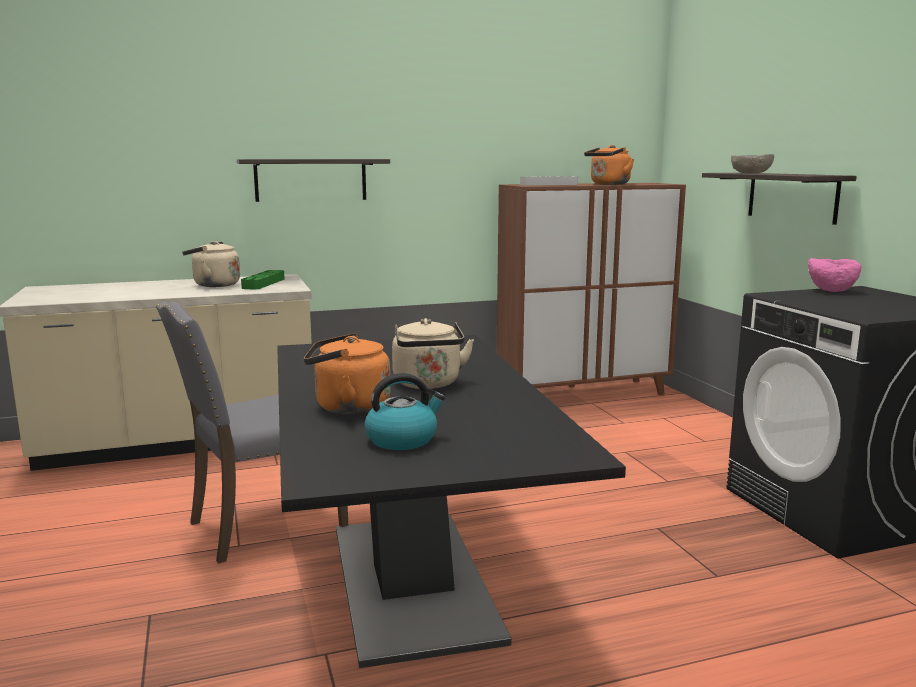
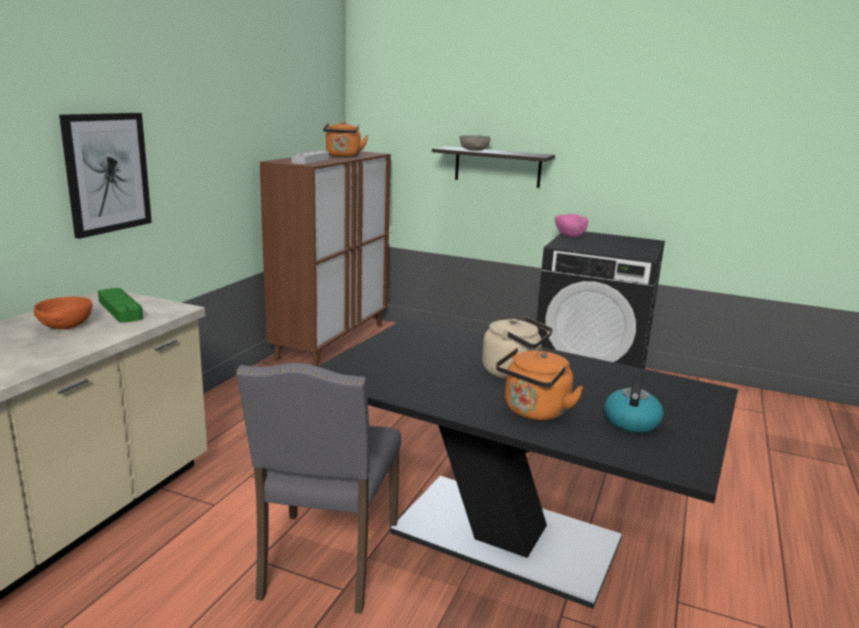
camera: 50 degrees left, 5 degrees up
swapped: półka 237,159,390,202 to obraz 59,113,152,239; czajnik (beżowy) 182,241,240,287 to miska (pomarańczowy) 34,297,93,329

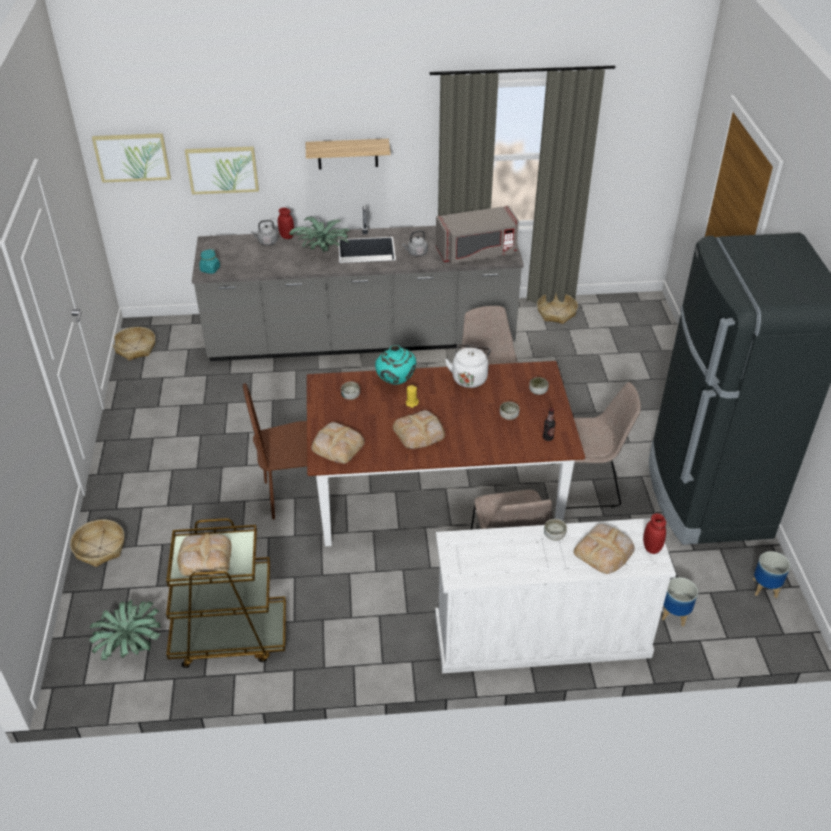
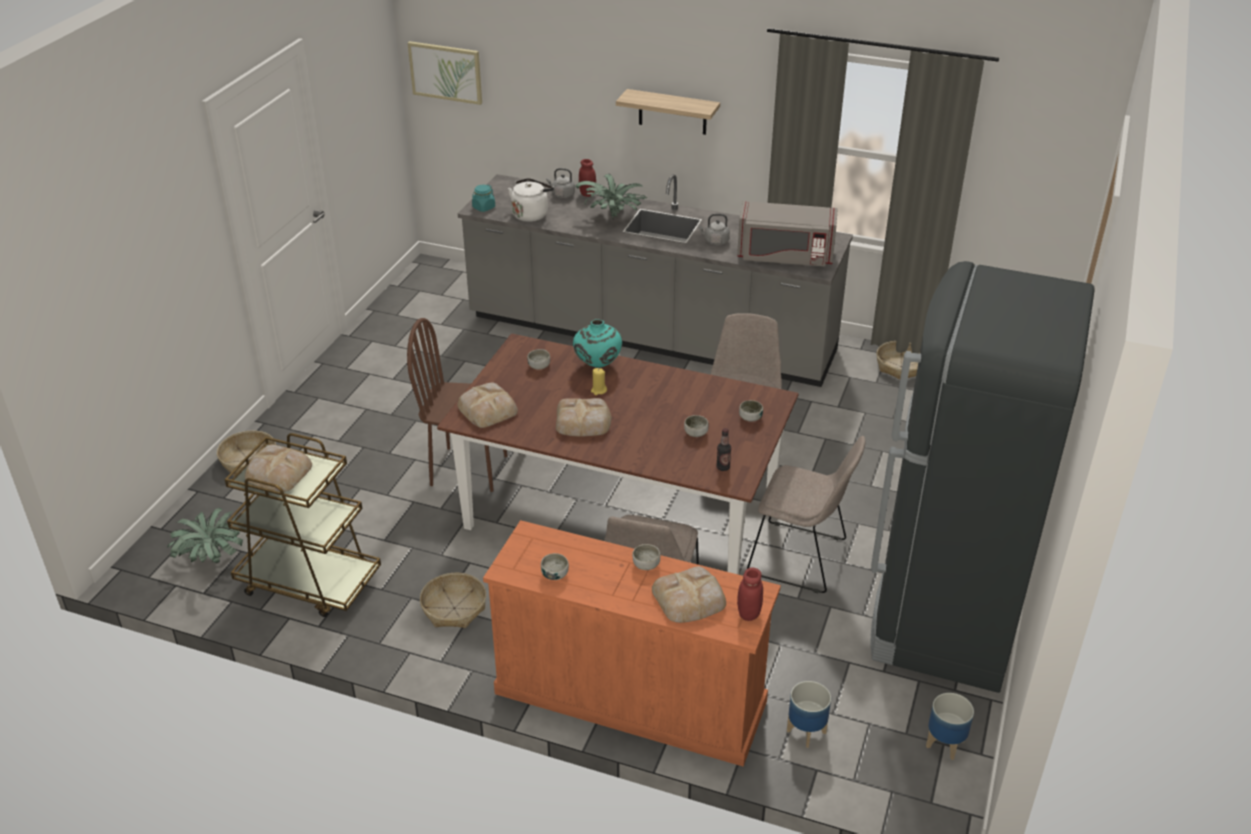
camera: 25 degrees right, 5 degrees down
gone: obraz 185,146,259,195
new: miska 541,553,569,580
shifted: koszyk 113,327,155,361 to 420,573,486,628; czajnik (biały) 445,344,490,388 to 508,178,554,222
repainted: komoda (biały) 435,518,676,673 to komoda (pomarańczowy) 483,520,781,767

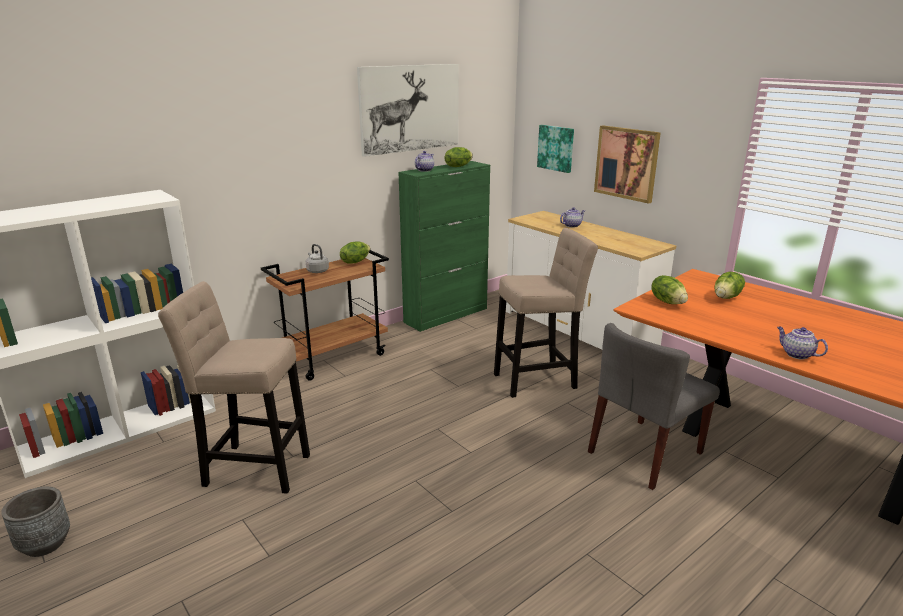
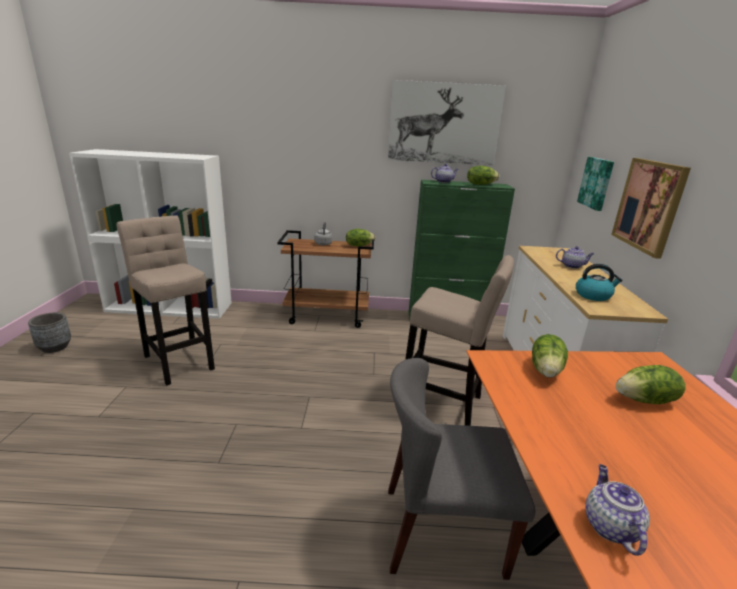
camera: 40 degrees right, 0 degrees up
new: czajnik 576,264,623,301

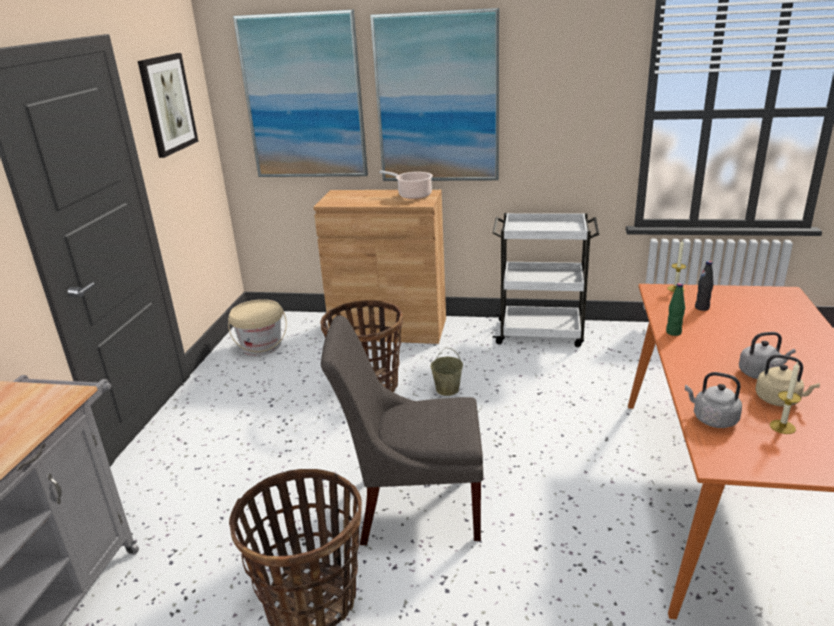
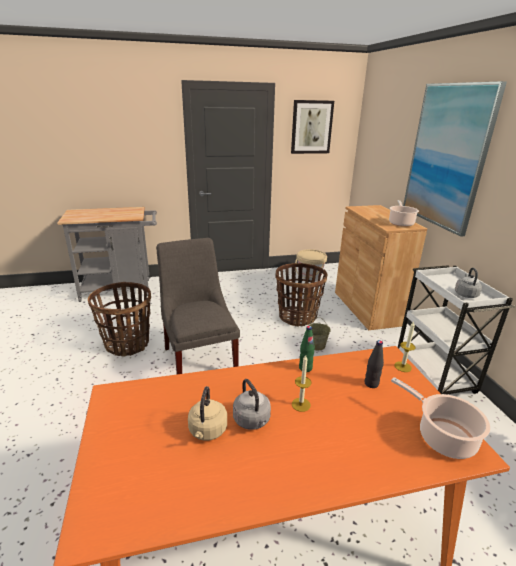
camera: 65 degrees right, 0 degrees up
gone: obraz 233,10,368,177
new: garnek 391,377,490,459
shifted: świeca 770,362,801,434 to 292,355,312,412; czajnik (szary) 685,372,742,428 to 455,268,482,298

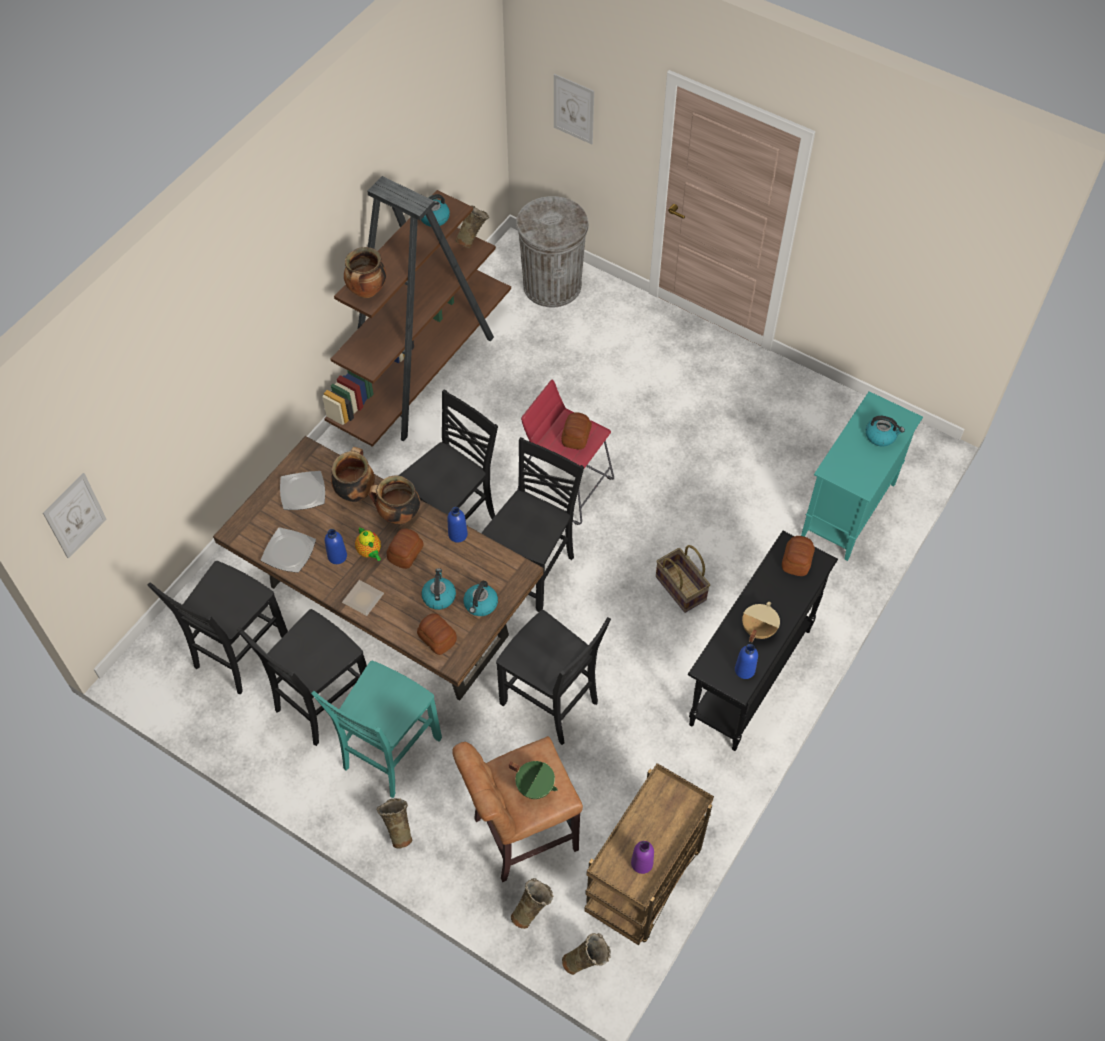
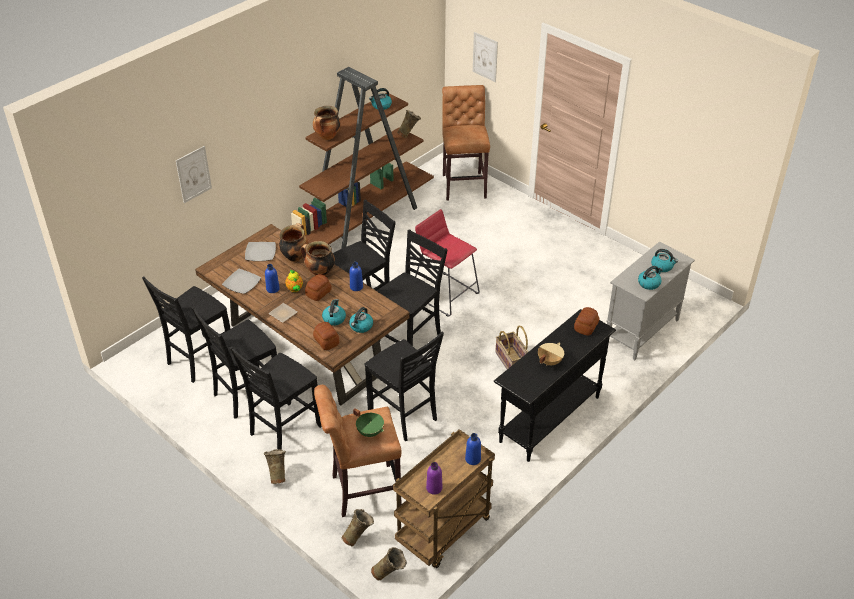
camera: 10 degrees right, 15 degrees down
gone: chleb 561,412,592,450
new: czajnik 638,266,663,290
shifted: obraz 43,473,107,559 to 176,146,212,203; butelka (niebieski) 735,644,758,679 to 465,433,481,465
swapped: kosz na śmieci (szary) 516,196,589,307 to stołek (brązowy) 442,85,490,201
repainted: szafka (turkusowy) 801,391,923,561 to szafka (szary) 607,242,695,360; krzesło (turkusowy) 311,661,442,798 to krzesło (czarny) 230,346,322,450

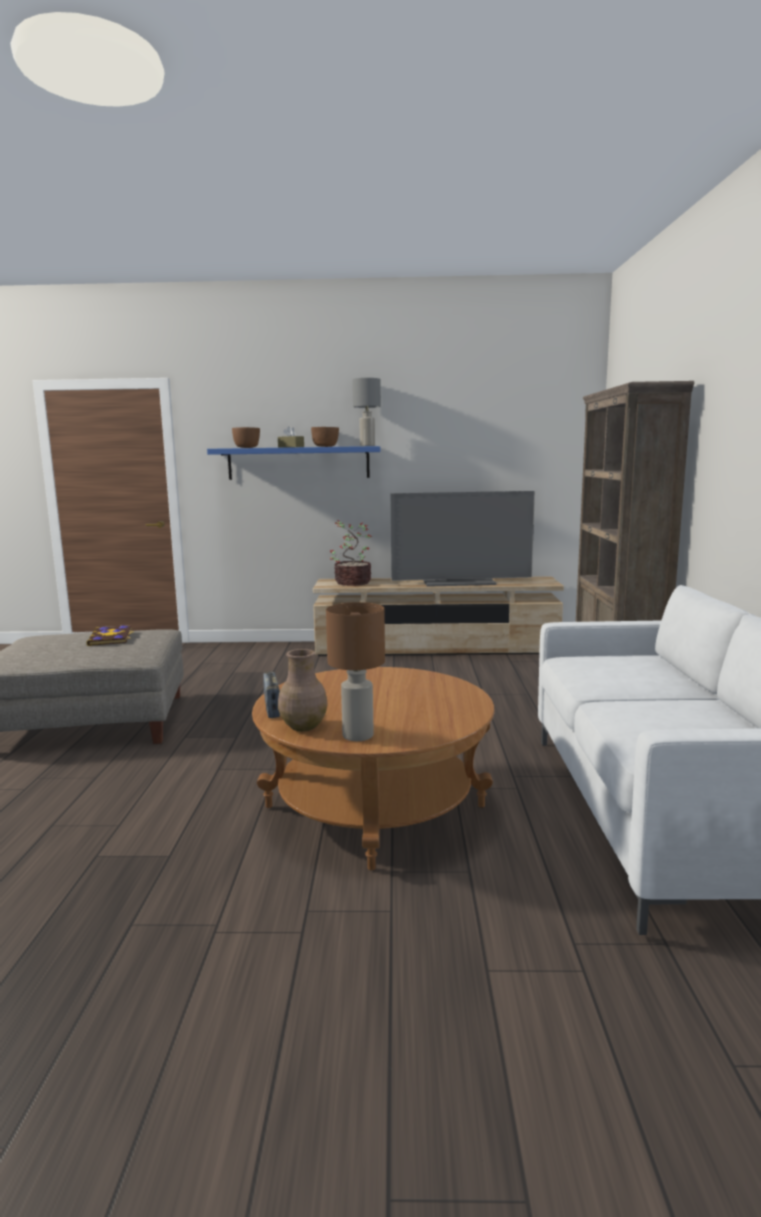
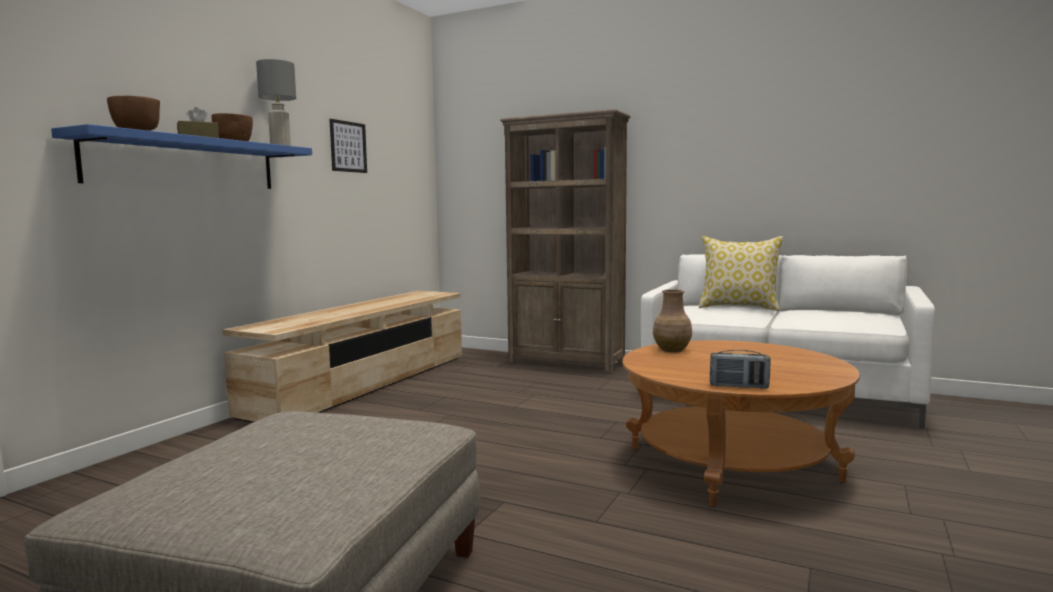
camera: 65 degrees left, 5 degrees down
gone: telewizor 390,491,535,587; roślina doniczkowa 330,520,372,586; lampa stołowa (brązowy) 326,602,385,741; książka 86,625,133,646
new: obraz 329,119,367,173; poduszka 699,236,783,311
shifted: wazon (brązowy) 278,649,328,731 to 653,290,692,352

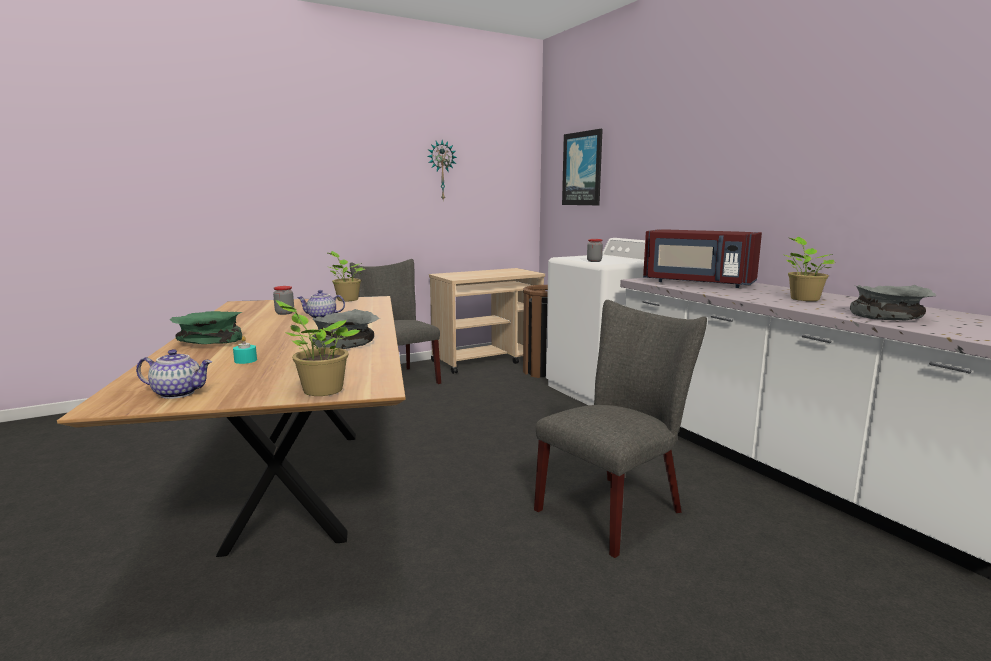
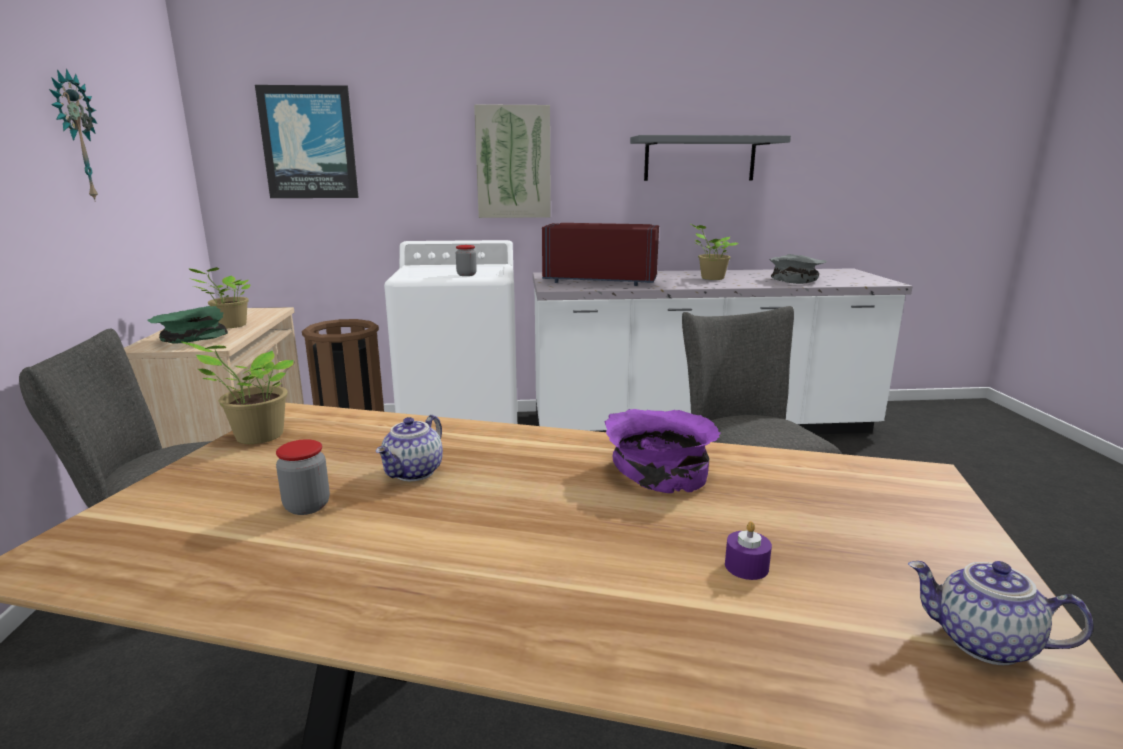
camera: 65 degrees left, 5 degrees up
new: obraz 474,104,551,218; półka (szary) 630,135,791,181
shifted: roślina doniczkowa 276,300,361,396 to 188,267,251,328; miska (zielony) 170,311,242,344 to 148,306,228,344
repainted: miska (szary) 312,309,381,349 to miska (fioletowy) 605,409,720,493; świeca (turkusowy) 233,336,257,364 to świeca (fioletowy) 725,521,772,580
rotated: mikrofalówka (czerwony) 643,229,762,288 = 542,223,659,286 135 degrees counterclockwise; imbryk 136,349,212,399 = 908,561,1093,665 90 degrees counterclockwise

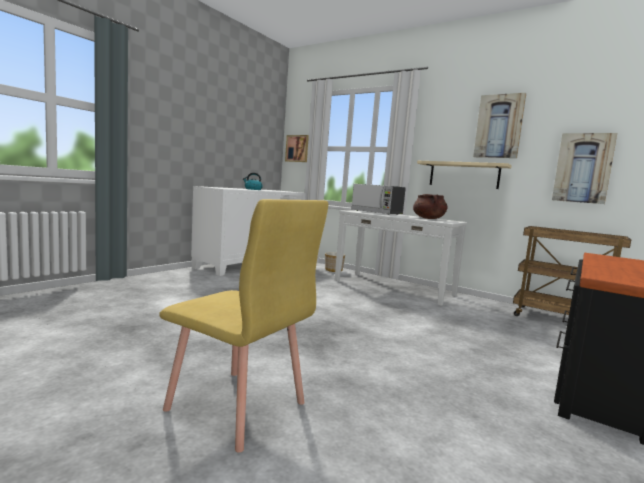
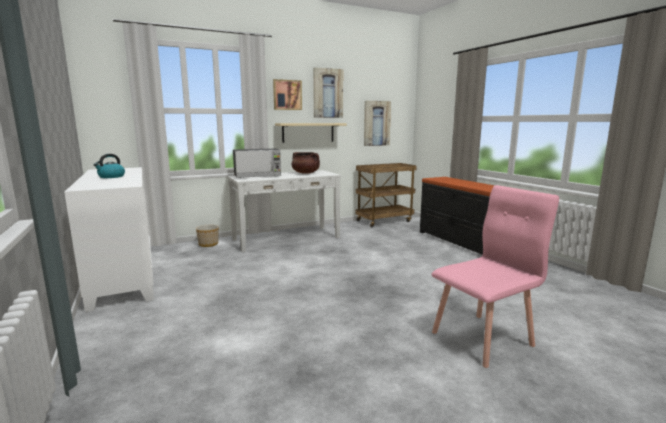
camera: 60 degrees left, 5 degrees up
shifted: obraz 285,135,309,162 to 273,79,302,110
repainted: krzesło (żółty) 159,199,328,453 to krzesło (różowy) 432,185,559,368

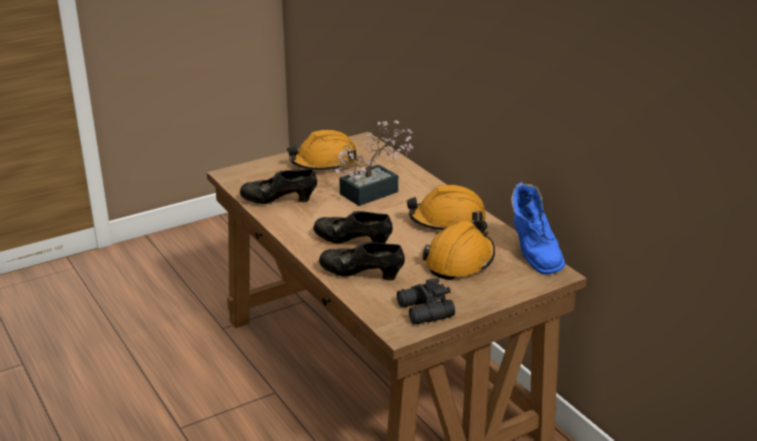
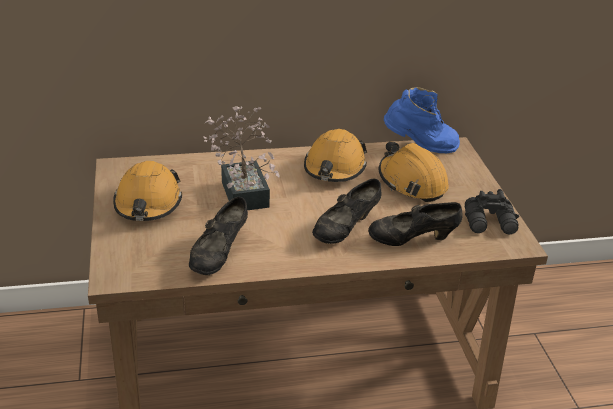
camera: 70 degrees left, 5 degrees up
rotated: but (czarny) 319,242,405,281 = 368,202,463,246 45 degrees clockwise

